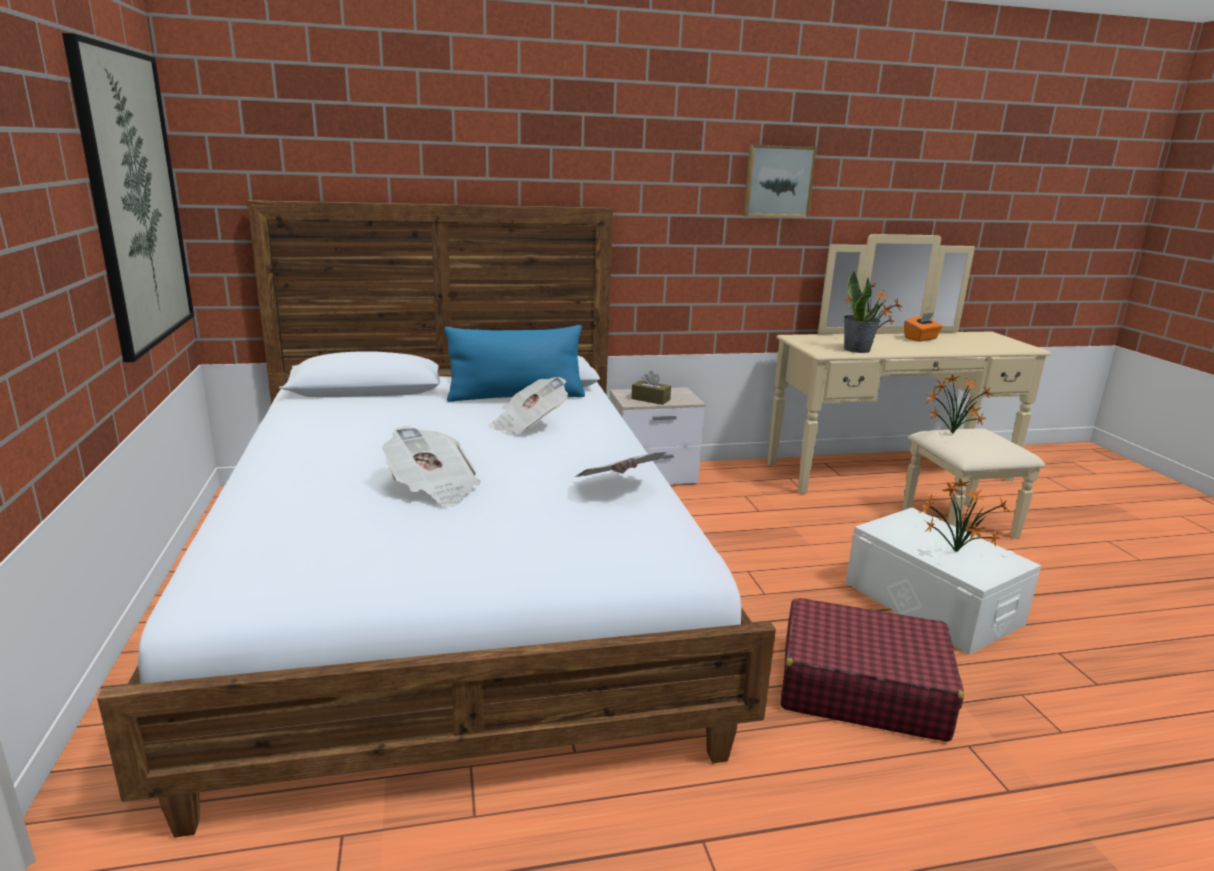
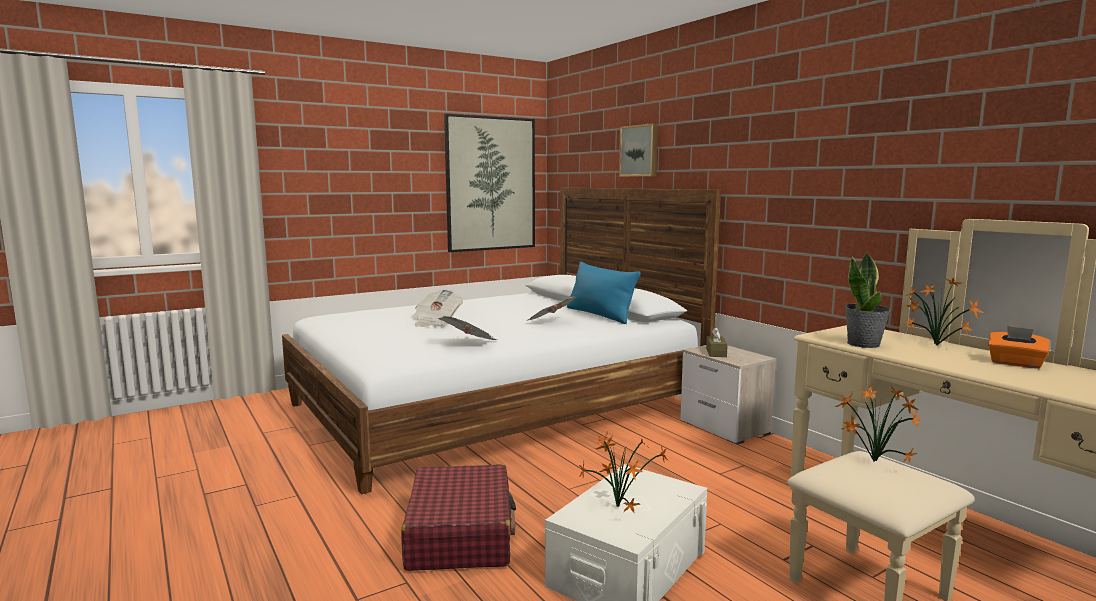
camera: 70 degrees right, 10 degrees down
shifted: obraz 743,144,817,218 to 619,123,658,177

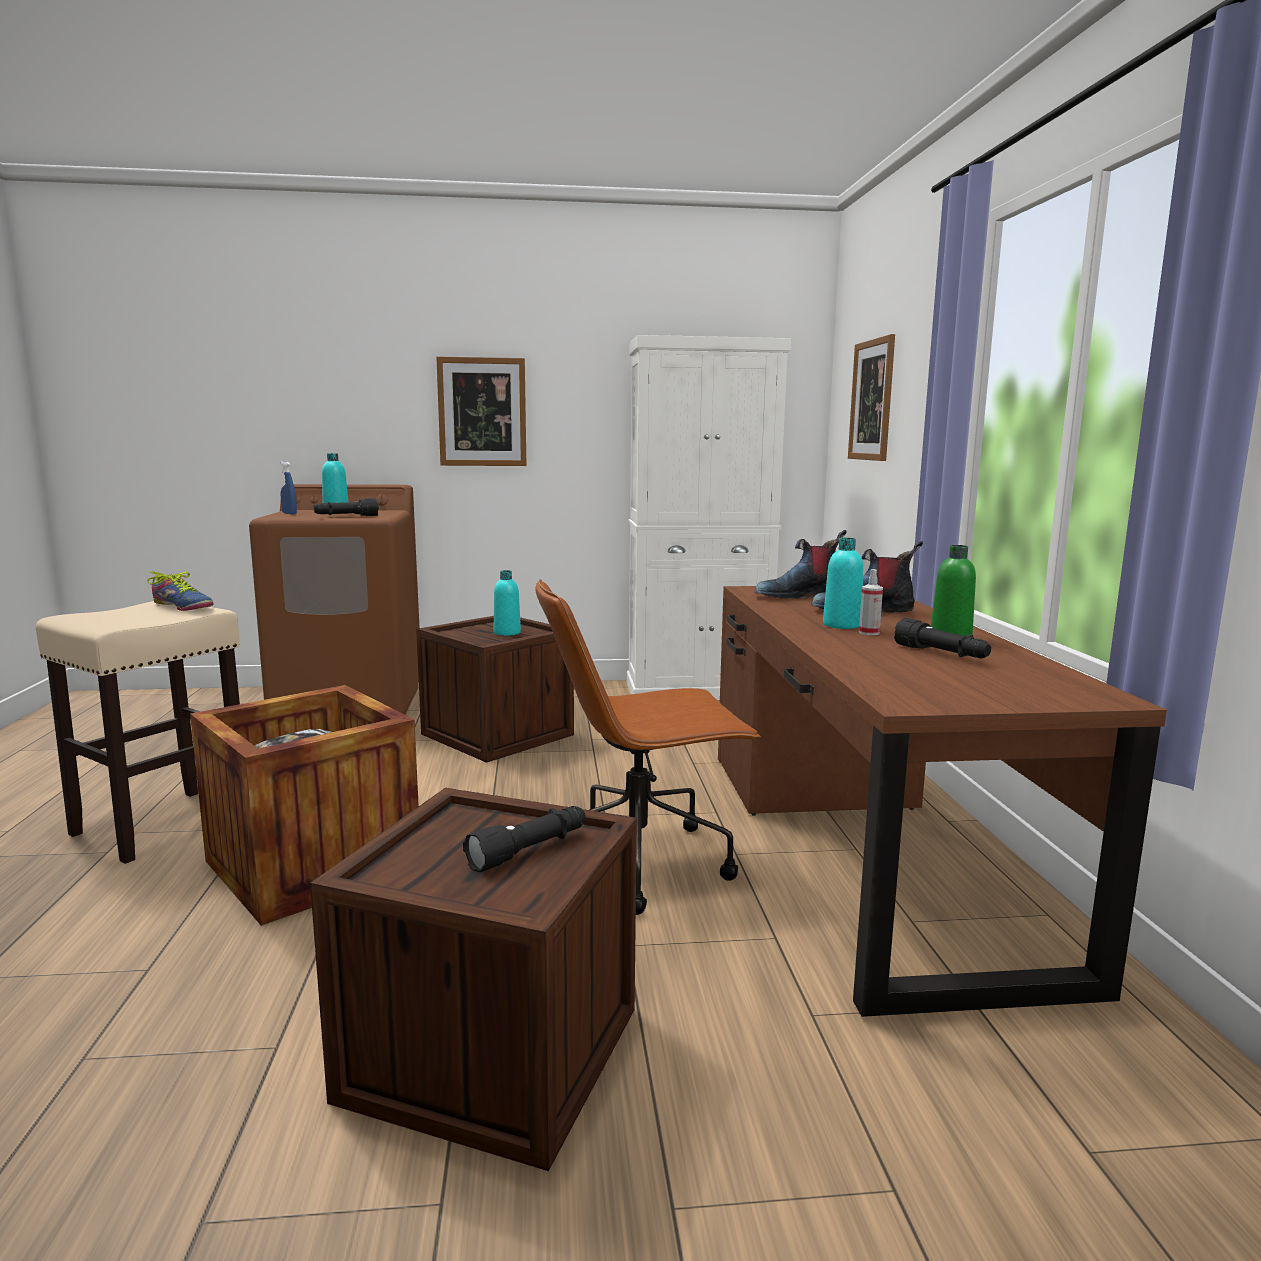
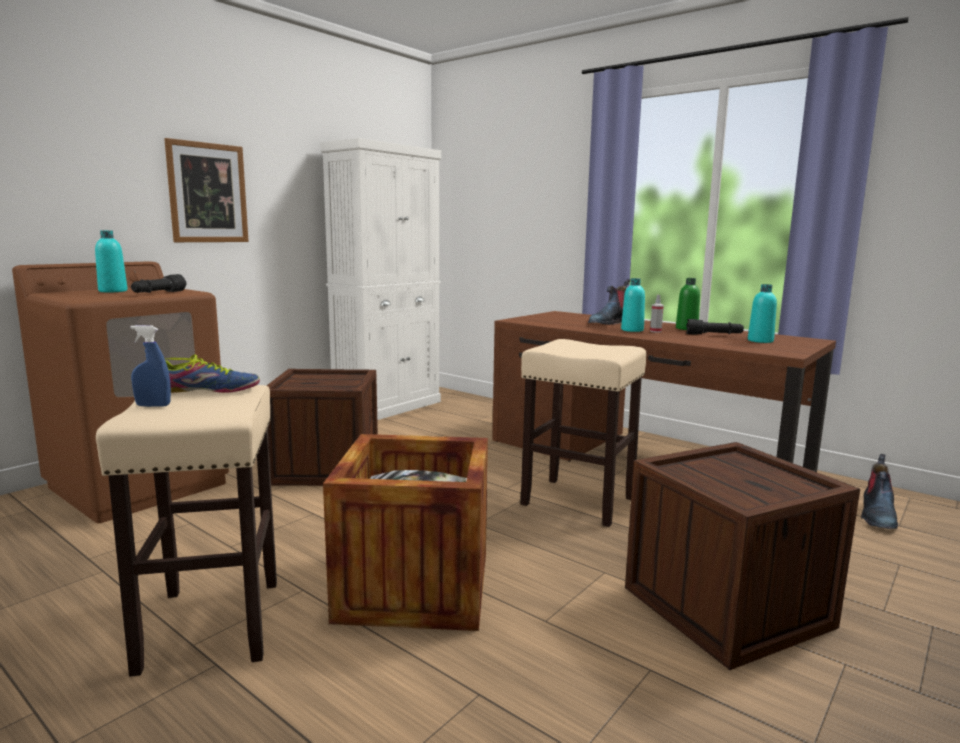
camera: 45 degrees left, 0 degrees up
gone: obraz 848,334,895,461; latarka (czarny) 463,806,586,872
shifted: spryskiwacz (niebieski) 280,461,297,514 to 131,325,171,407; but z cholewką 754,530,846,599 to 861,454,898,529; butelka (turkusowy) 494,570,521,636 to 748,284,777,343
swapped: krzesło biurowe (brązowy) 536,579,761,915 to stołek (beżowy) 521,339,647,527

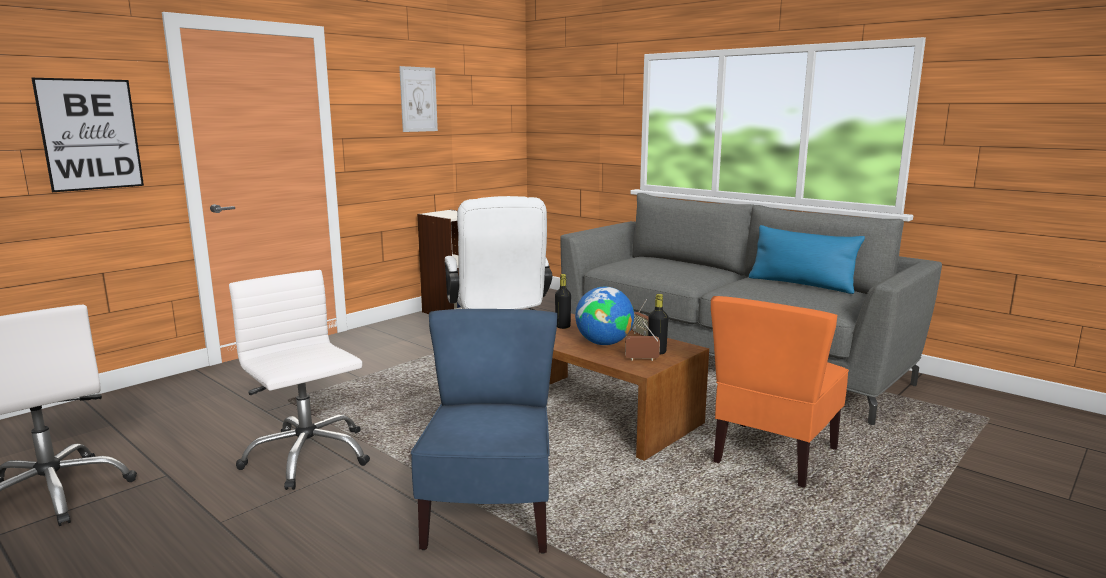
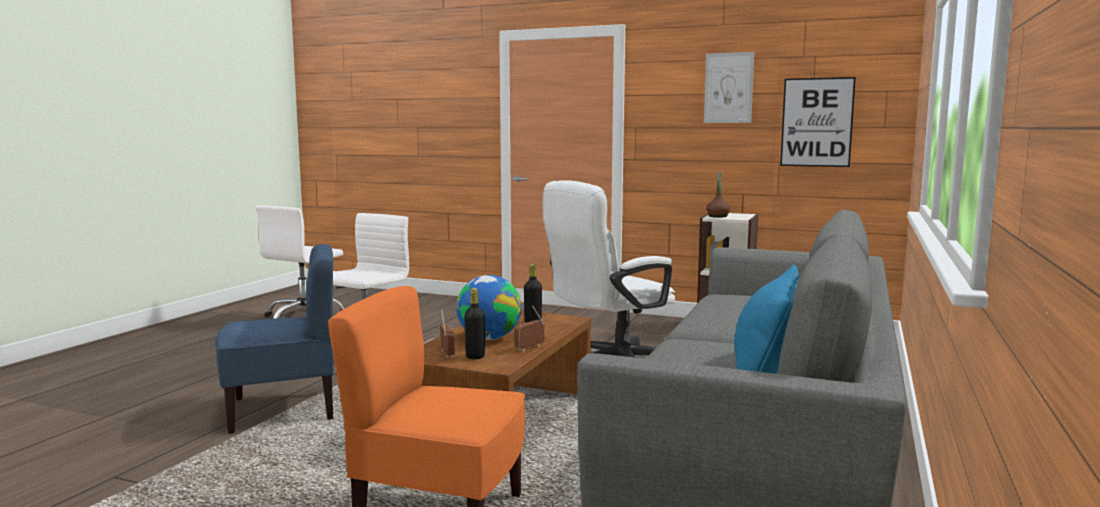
camera: 70 degrees right, 5 degrees down
new: butelka (brązowy) 706,172,730,218
shifted: obraz 32,78,144,192 to 780,77,856,167

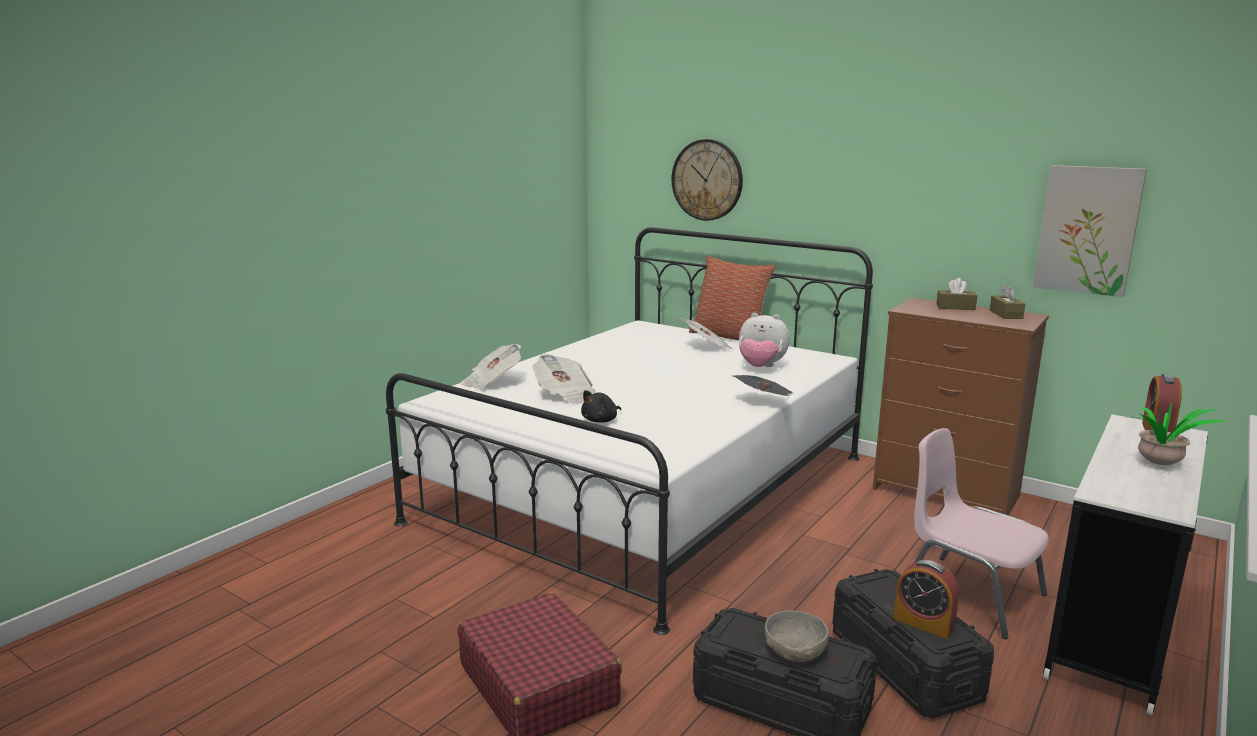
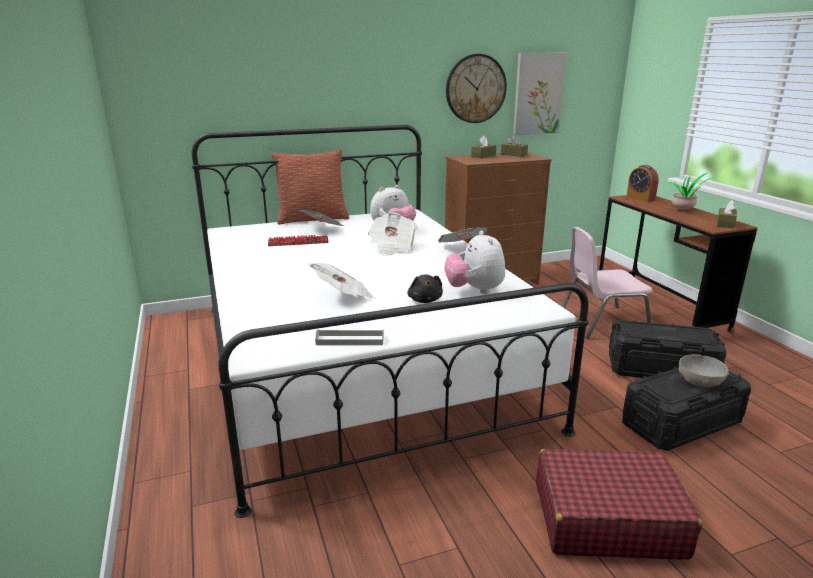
camera: 55 degrees left, 5 degrees up
gone: budzik 893,560,959,639
new: pudełko chusteczek (brązowy) 717,200,737,229; pluszak 444,230,505,294; klawiatura 268,235,328,246; taca (szary) 315,329,384,345
shifted: zegar ścienny 672,139,743,221 to 446,54,507,123; gazeta 461,344,521,388 to 368,212,418,256
repainted: biurko (biały) 1043,414,1208,716 to biurko (brązowy) 599,195,757,334

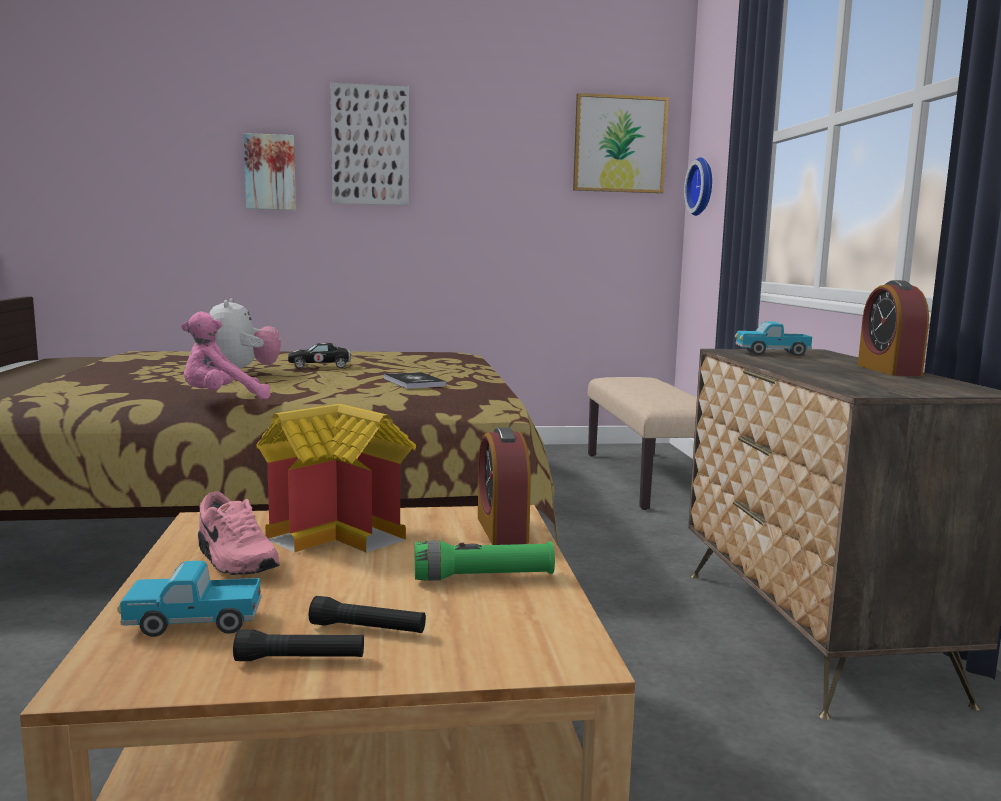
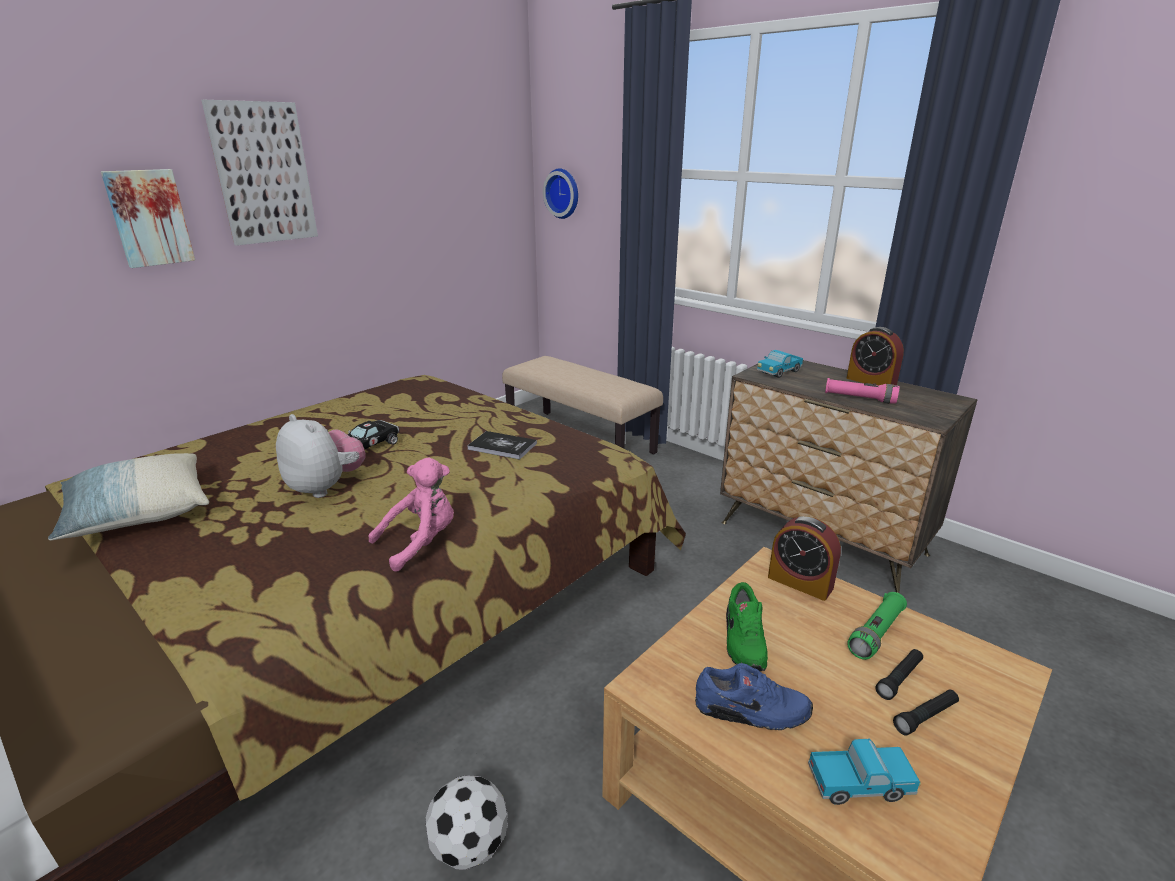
camera: 40 degrees left, 15 degrees up
gone: obraz 573,93,669,193
new: latarka (różowy) 825,378,900,404; poduszka 48,453,209,540; piłka futbolowa 425,776,508,870
shifted: latarka (czarny) 233,629,364,661 to 875,649,923,700
swapped: domek 256,404,416,553 to but (zielony) 726,582,768,672
repainted: but (różowy) 198,491,280,575 to but (niebieski) 695,663,813,730
rotated: pluszak (różowy) 181,311,270,400 = 369,457,454,572 150 degrees counterclockwise; ciężarówka zabawkowa 117,561,261,637 = 808,739,921,805 135 degrees counterclockwise

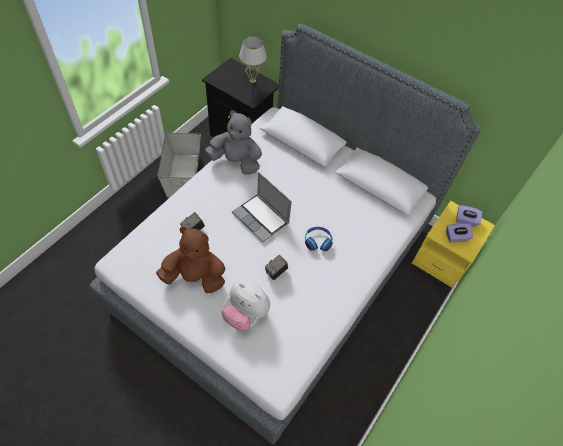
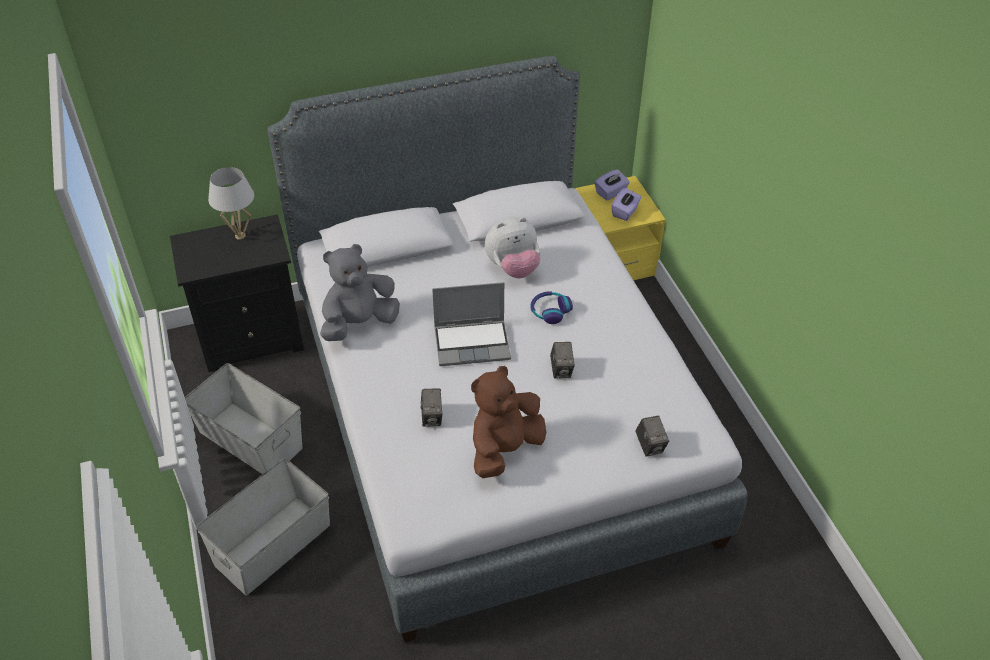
camera: 50 degrees left, 10 degrees down
new: aparat fotograficzny 635,416,669,457; pojemnik do przechowywania (szary) 196,458,330,595
shifted: pluszak 222,280,270,331 to 485,217,540,278

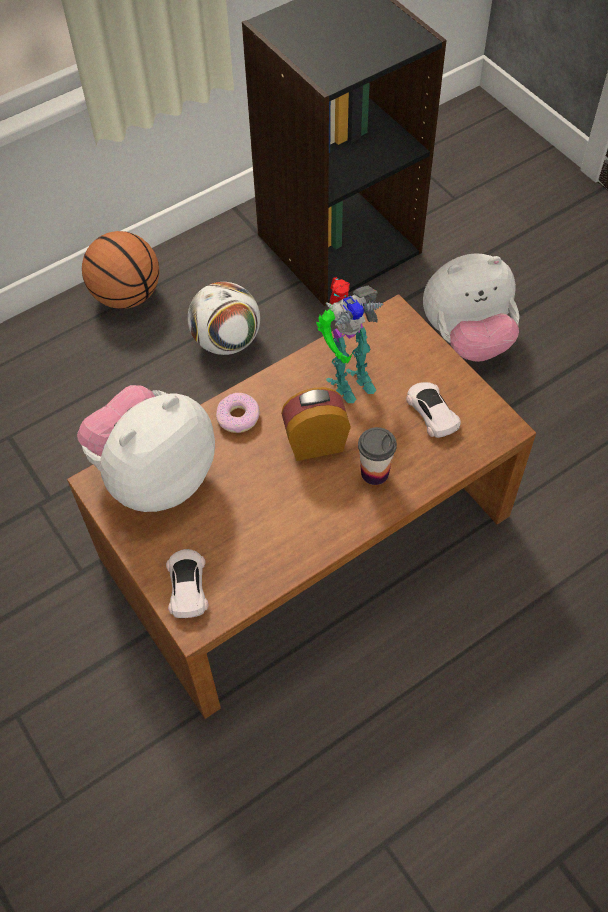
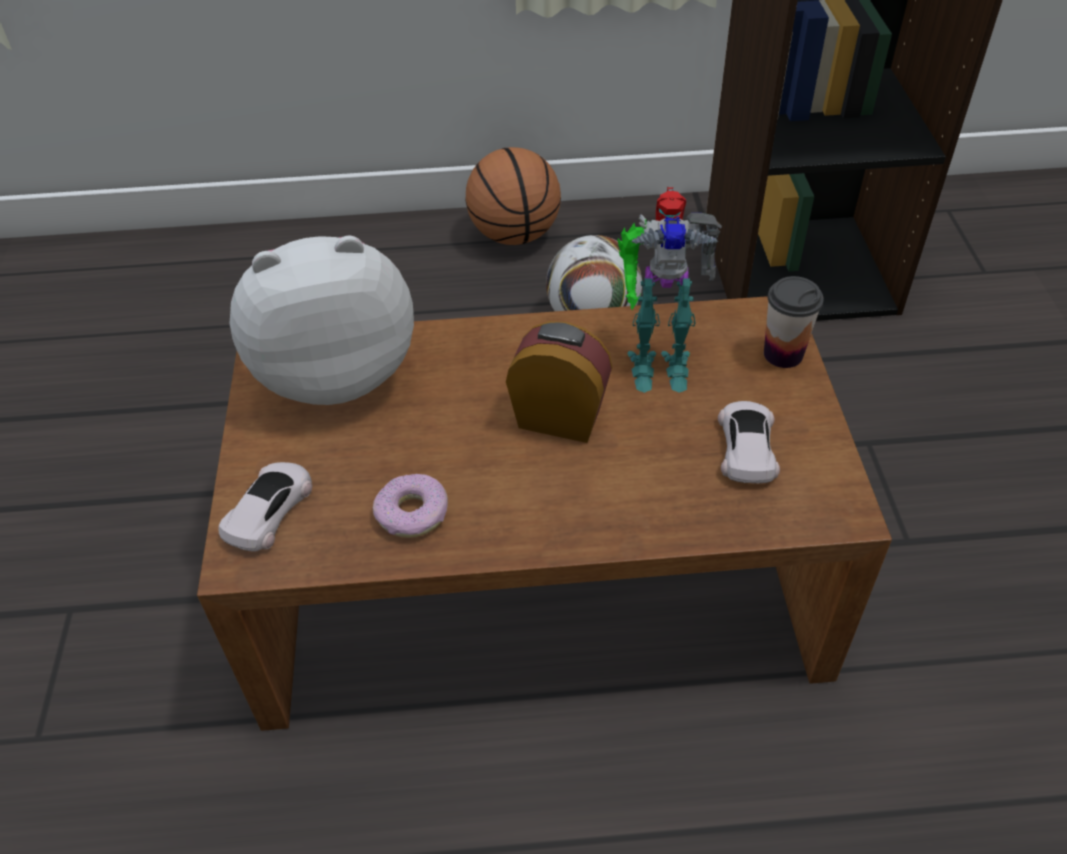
camera: 30 degrees right, 10 degrees down
gone: pluszak 423,253,519,362
shifted: donut 216,393,260,433 to 373,474,448,538; filiżanka 358,427,397,485 to 764,276,824,368

